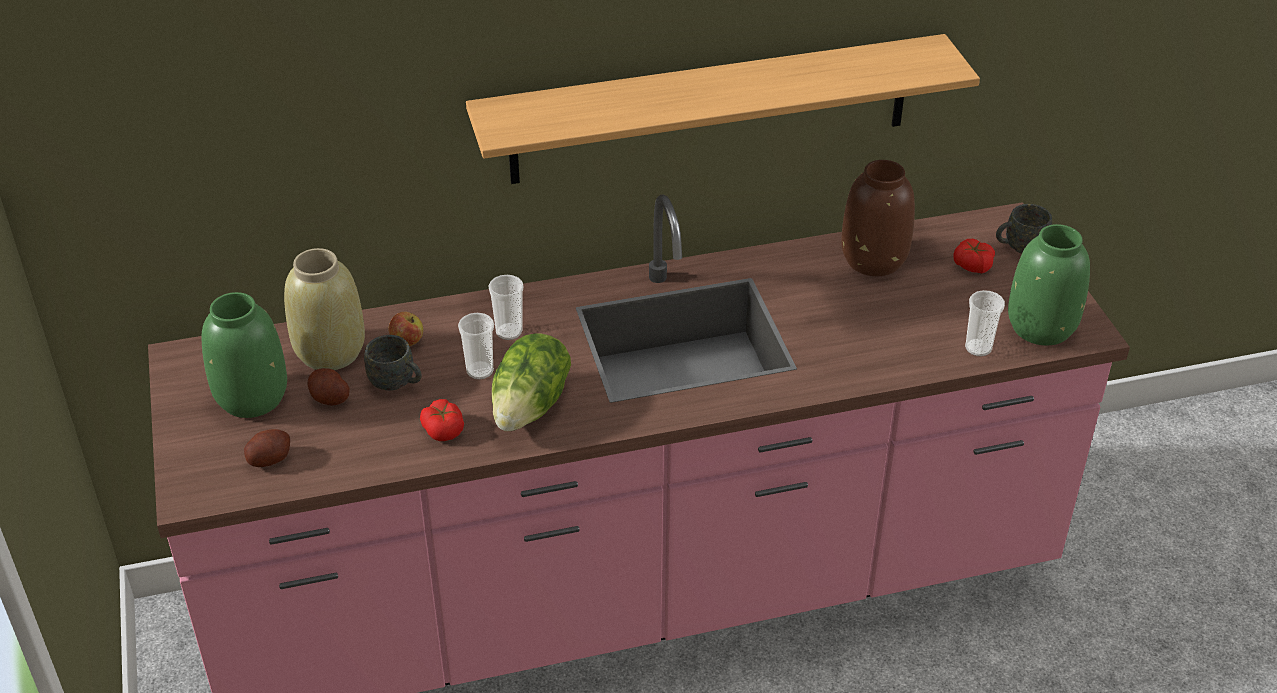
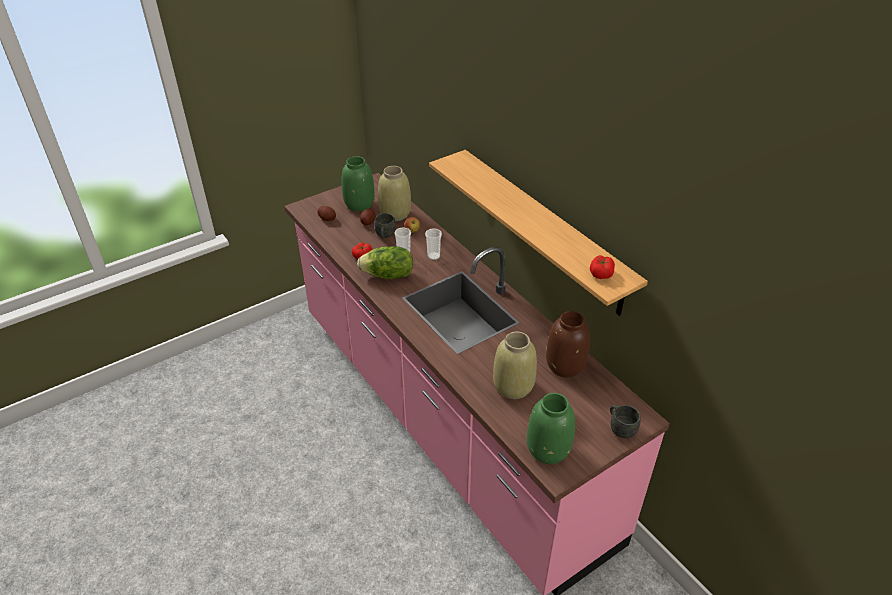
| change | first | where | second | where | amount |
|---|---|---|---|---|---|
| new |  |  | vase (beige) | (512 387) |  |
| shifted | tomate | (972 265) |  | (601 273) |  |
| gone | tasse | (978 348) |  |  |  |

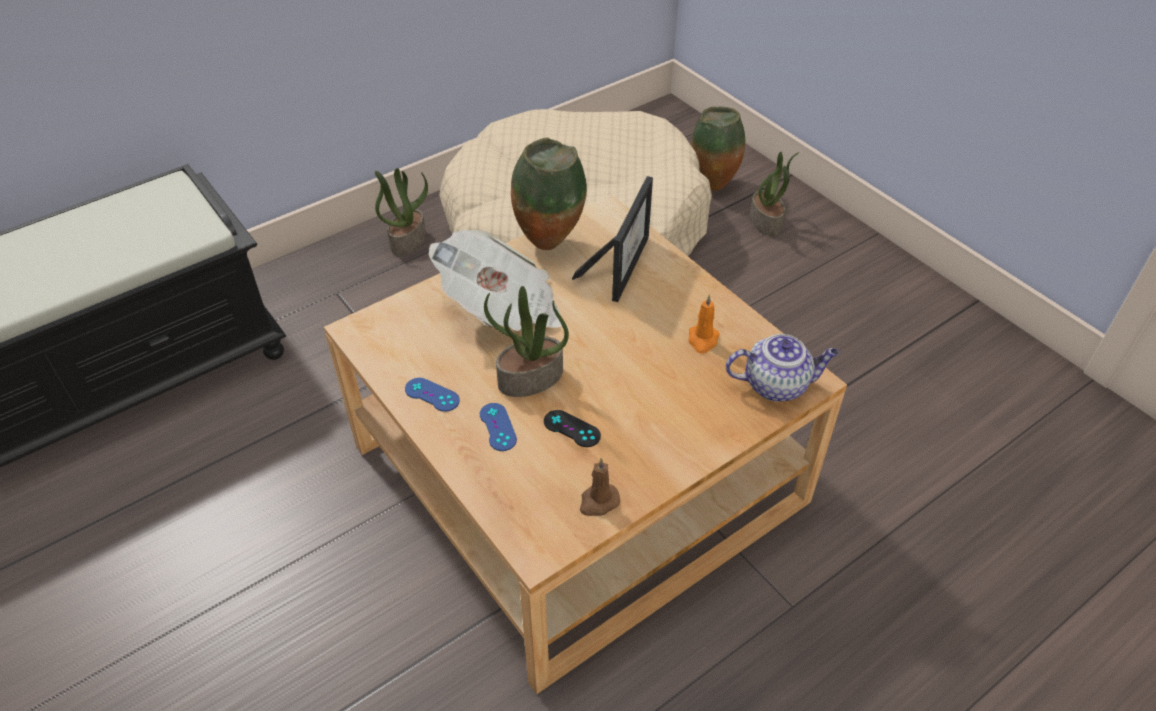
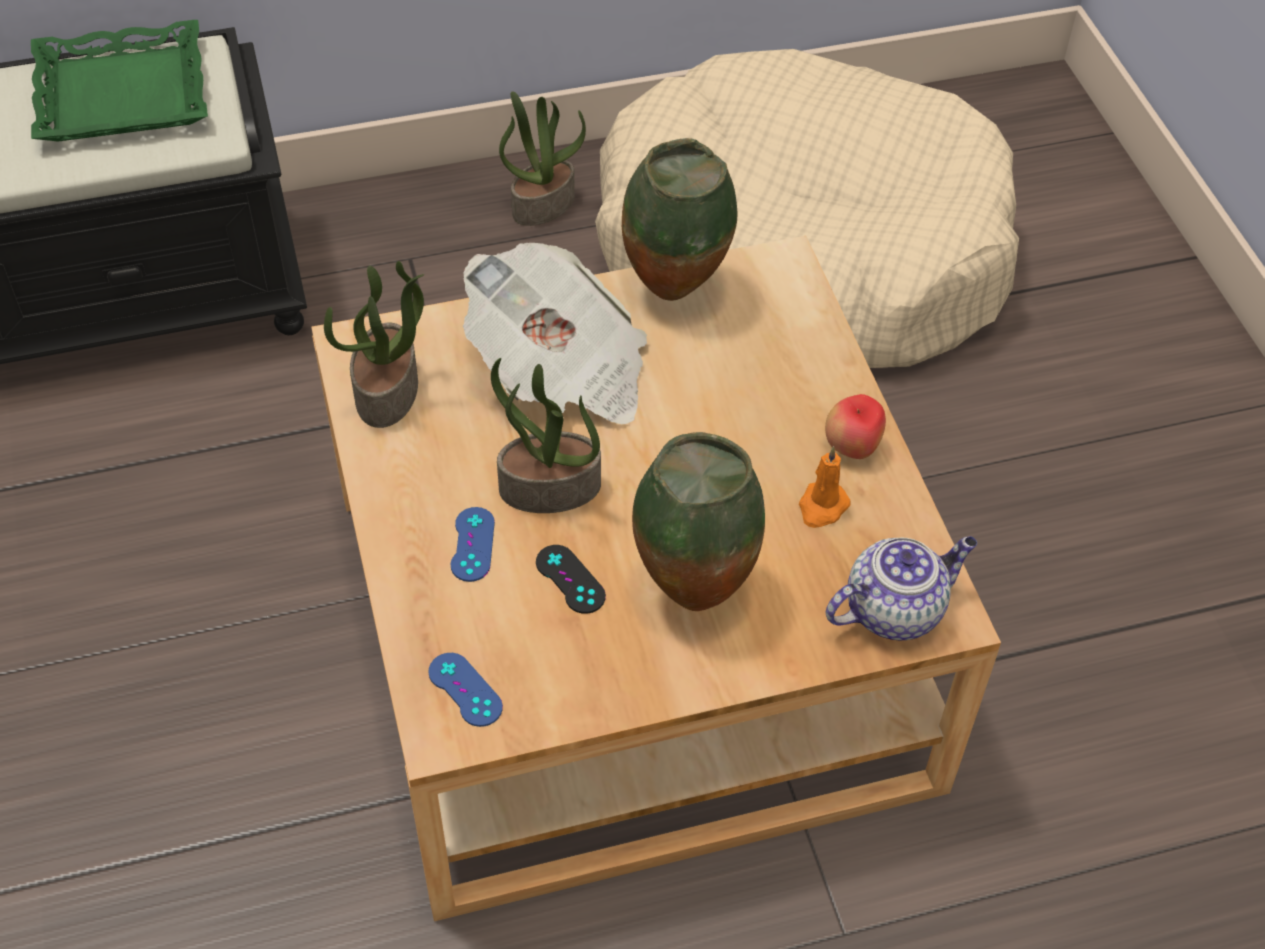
| change | first | where | second | where | amount |
|---|---|---|---|---|---|
| new |  |  | plateau (vert) | (122 93) |  |
| shifted | plante en pot | (766 222) |  | (388 392) |  |
| shifted | manette (bleu) | (432 395) |  | (465 690) |  |
| shifted | vase | (712 185) |  | (691 591) |  |
| new |  |  | pomme | (852 448) |  |
| rotated | théière | (777 384) |  | (895 609) | 45 degrees counterclockwise |
| gone | cadre photo | (621 264) |  |  |  |
| gone | bougie (marron) | (598 502) |  |  |  |

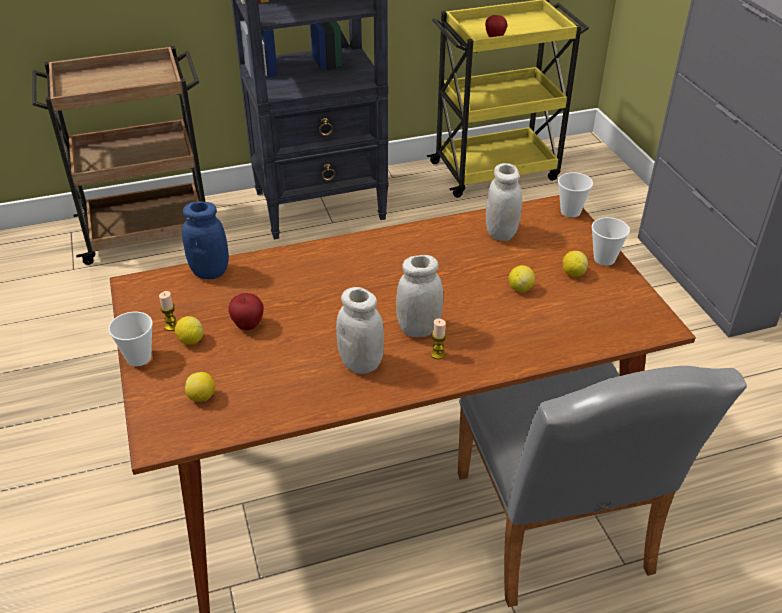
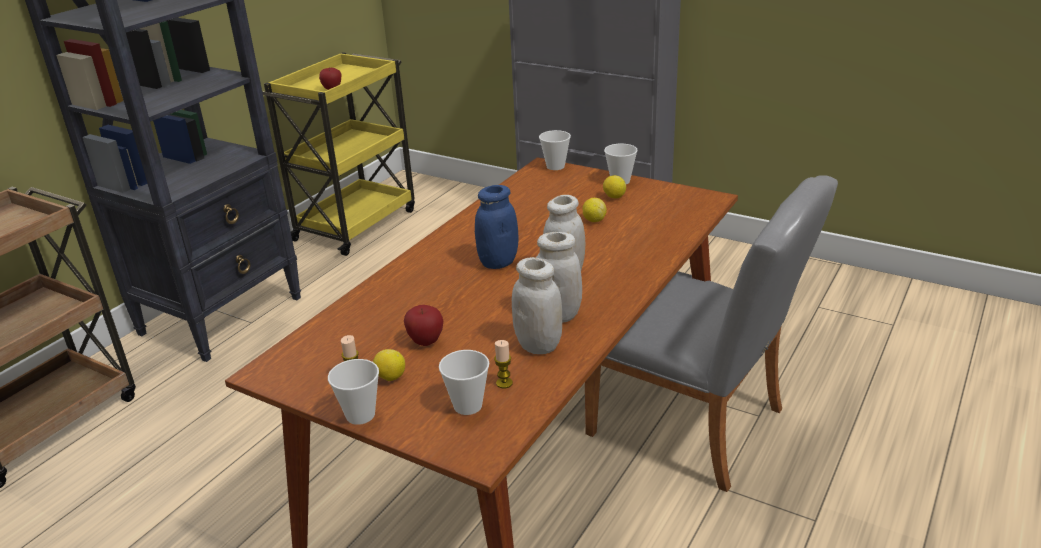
| change | first | where | second | where | amount |
|---|---|---|---|---|---|
| swapped | citron | (202 397) | tasse | (468 405) |  |
| shifted | bocal (bleu) | (210 272) |  | (498 262) |  |
| shifted | bougie | (438 354) |  | (504 383) |  |
| shifted | bocal (blanc) | (501 233) |  | (538 345) |  |

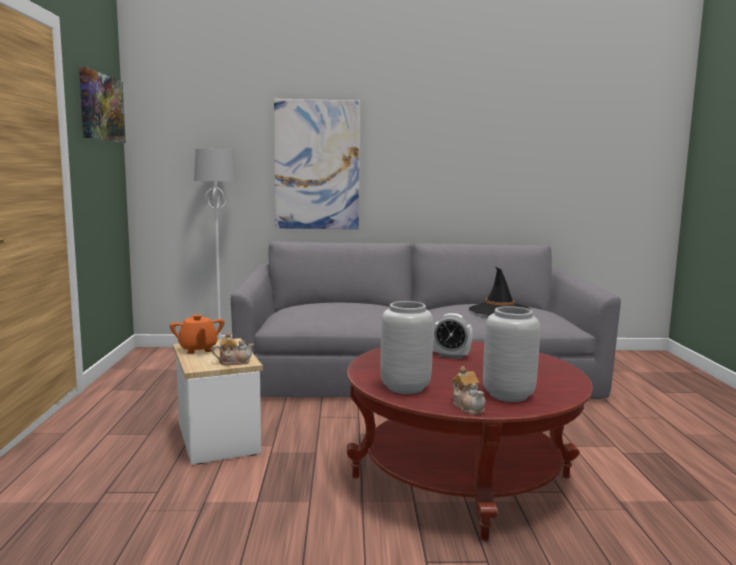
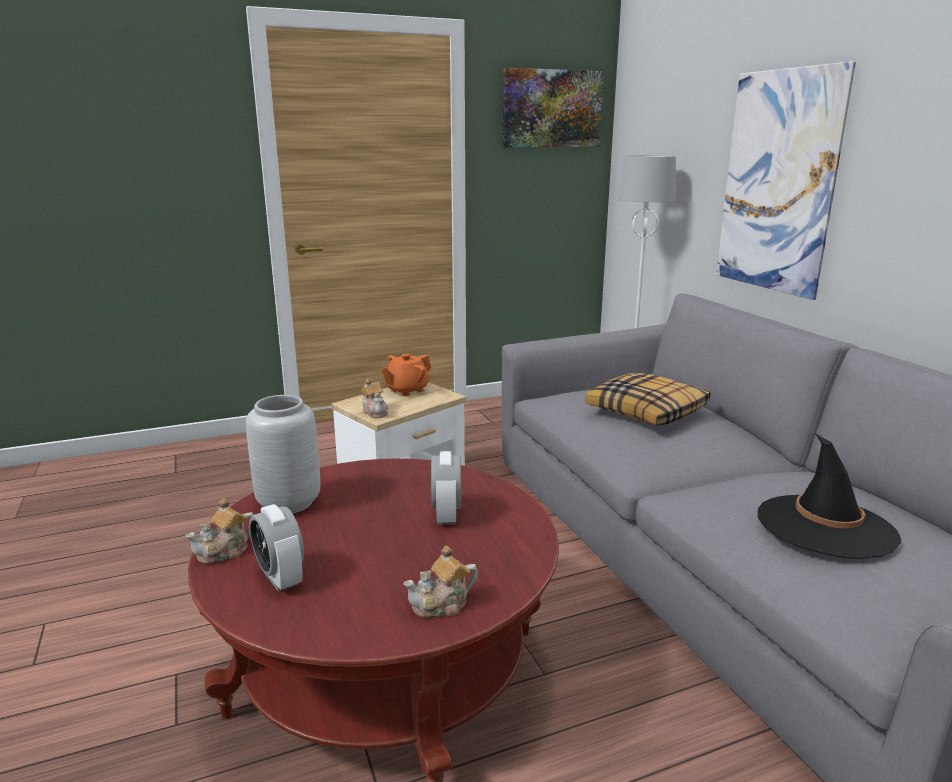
| change | first | where | second | where | amount |
|---|---|---|---|---|---|
| swapped | vase (gris) | (508 395) | réveil | (280 578) |  |
| new |  |  | théière | (442 605) |  |
| new |  |  | coussin | (647 412) |  |

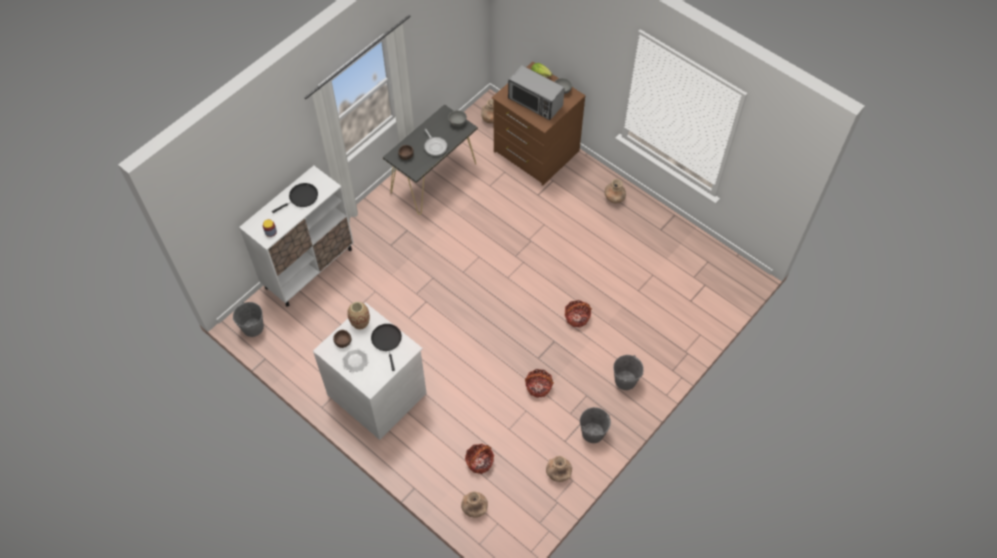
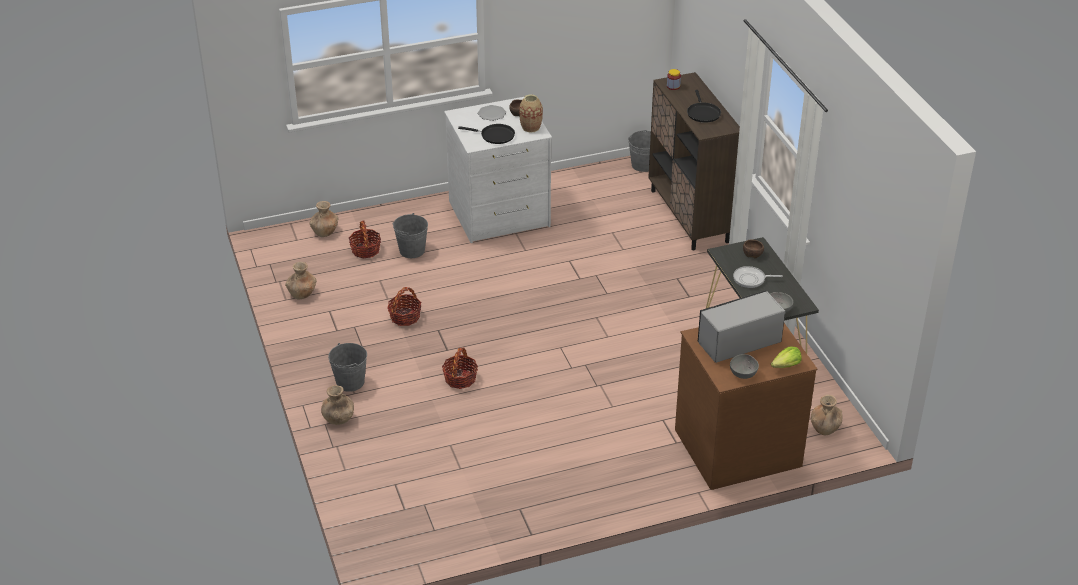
| change | first | where | second | where | amount |
|---|---|---|---|---|---|
| shifted | vase (marron) | (614 198) |  | (338 419) |  |
| shifted | seau (gris) | (593 433) |  | (412 250) |  |
| repainted | meuble de rangement (blanc) | (309 268) | meuble de rangement (marron) | (689 216) |  |

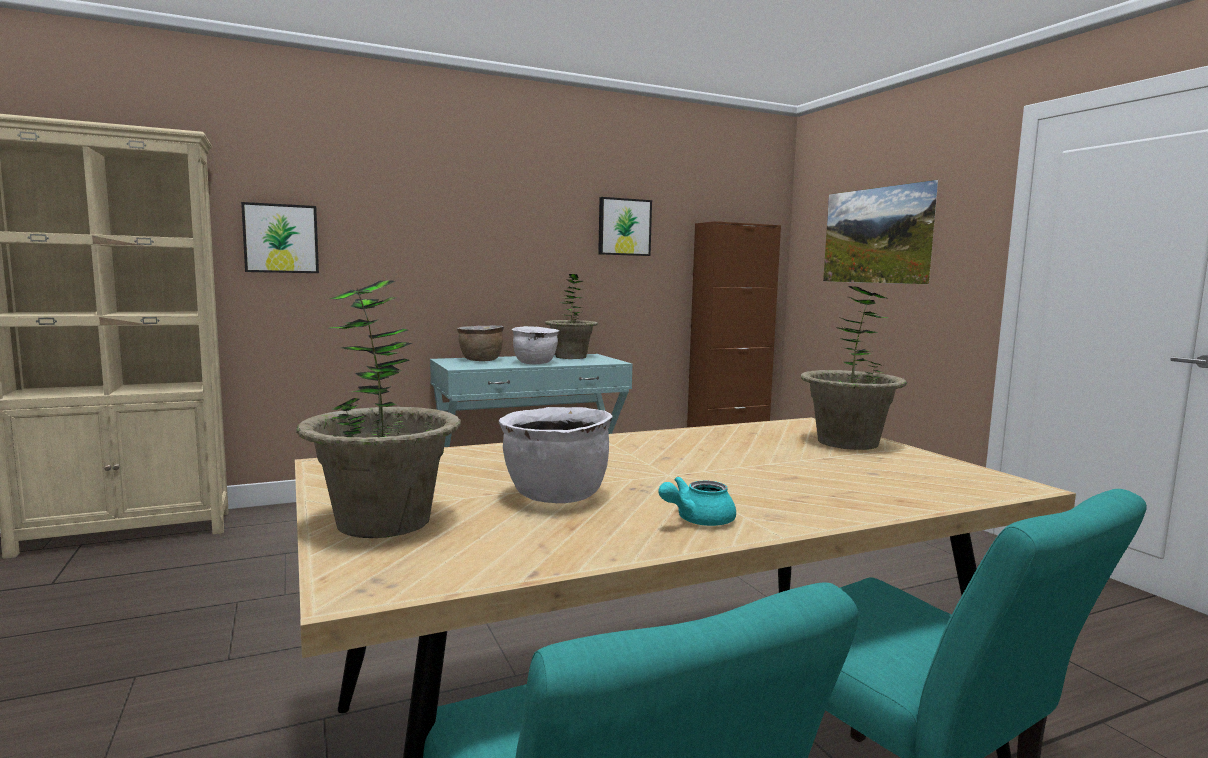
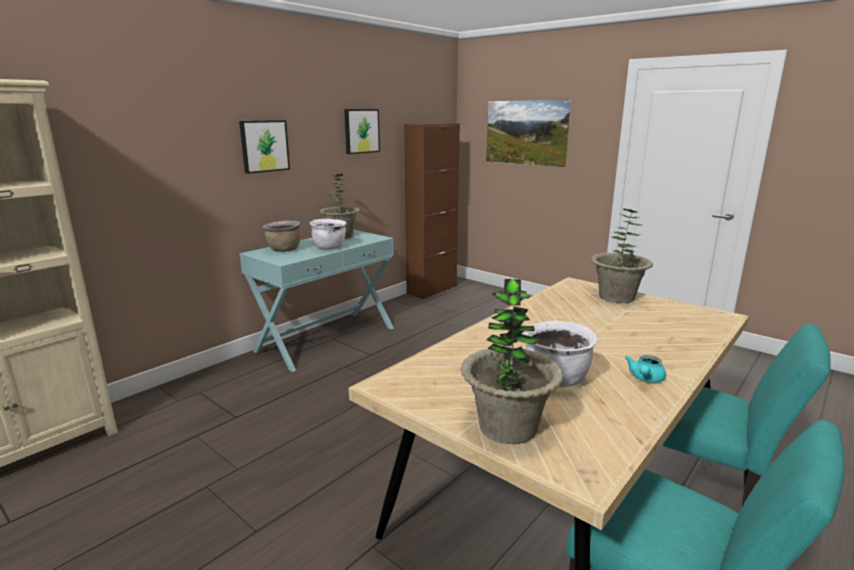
| change | first | where | second | where | amount |
|---|---|---|---|---|---|
| shifted | tableau | (281 238) |  | (264 146) |  |

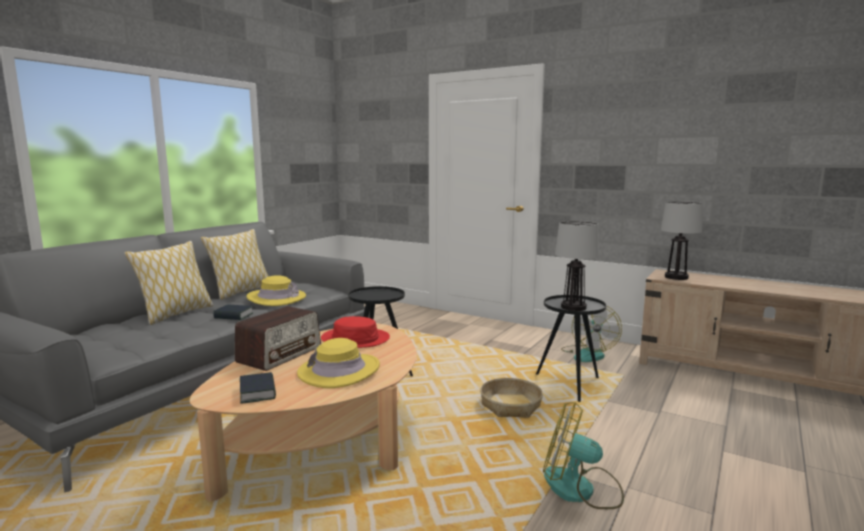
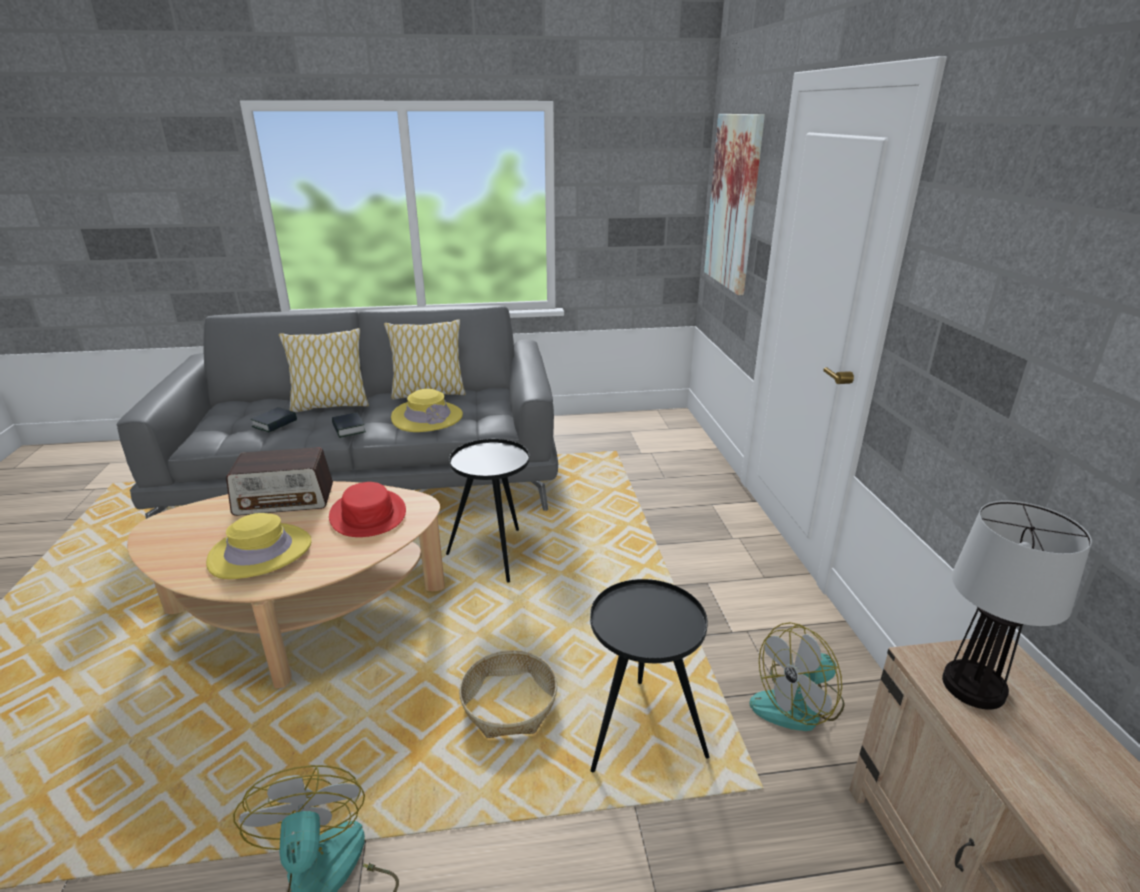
| change | first | where | second | where | amount |
|---|---|---|---|---|---|
| shifted | livre | (258 392) |  | (275 423) |  |
| new |  |  | tableau | (733 203) |  |
| gone | lampe de table | (574 307) |  |  |  |

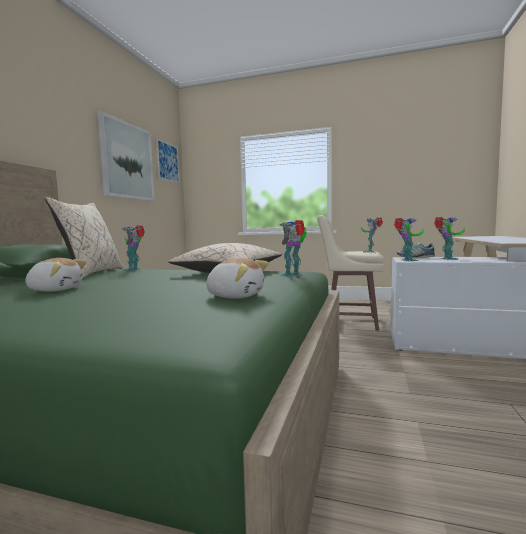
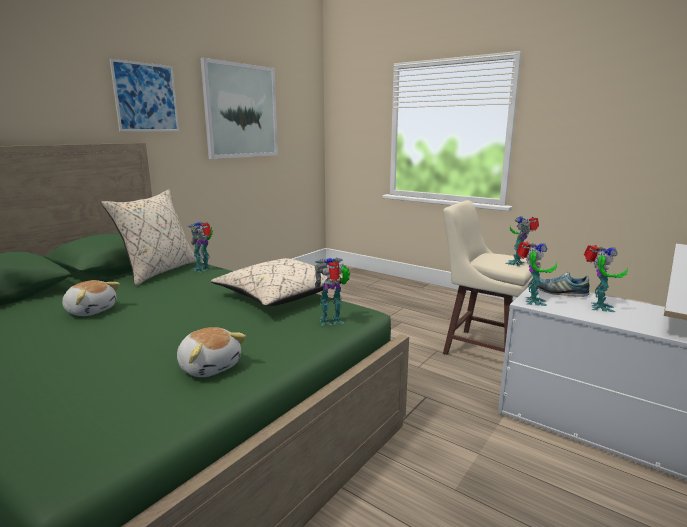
| change | first | where | second | where | amount |
|---|---|---|---|---|---|
| shifted | tableau | (168 162) |  | (146 97) |  |

